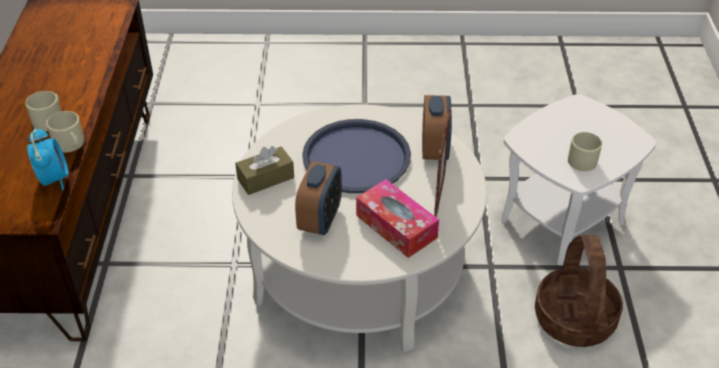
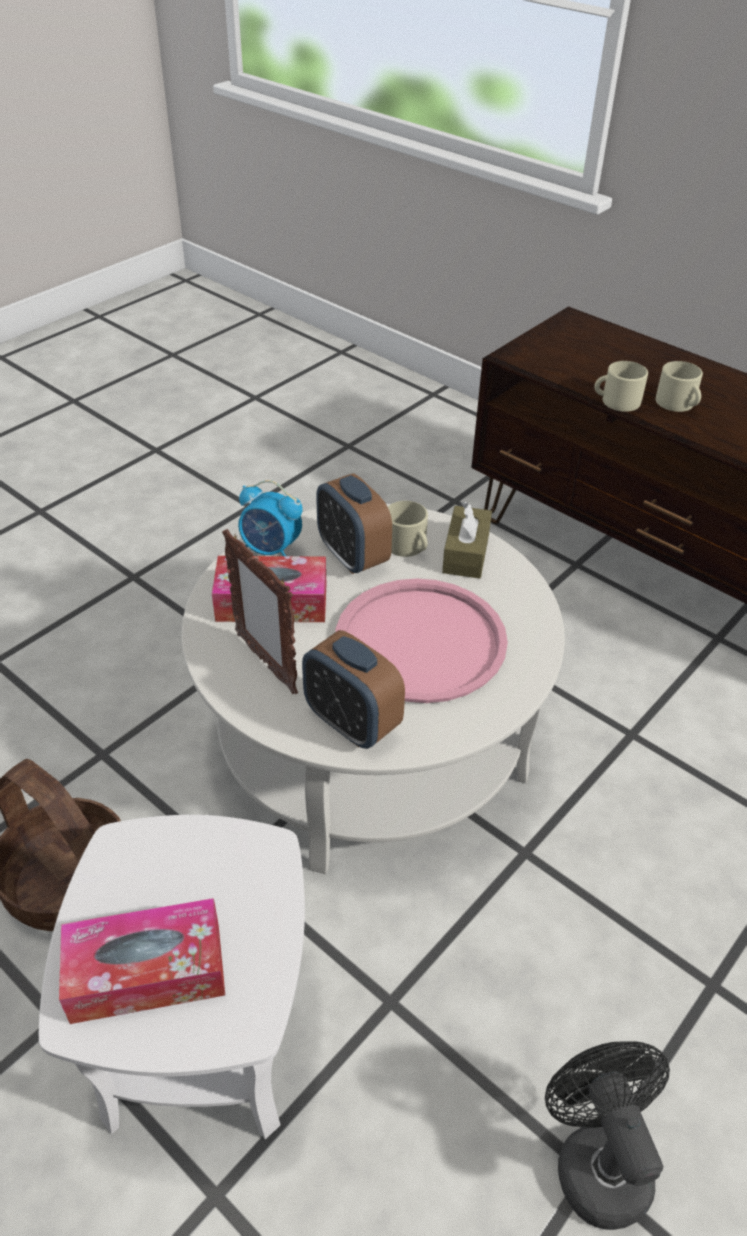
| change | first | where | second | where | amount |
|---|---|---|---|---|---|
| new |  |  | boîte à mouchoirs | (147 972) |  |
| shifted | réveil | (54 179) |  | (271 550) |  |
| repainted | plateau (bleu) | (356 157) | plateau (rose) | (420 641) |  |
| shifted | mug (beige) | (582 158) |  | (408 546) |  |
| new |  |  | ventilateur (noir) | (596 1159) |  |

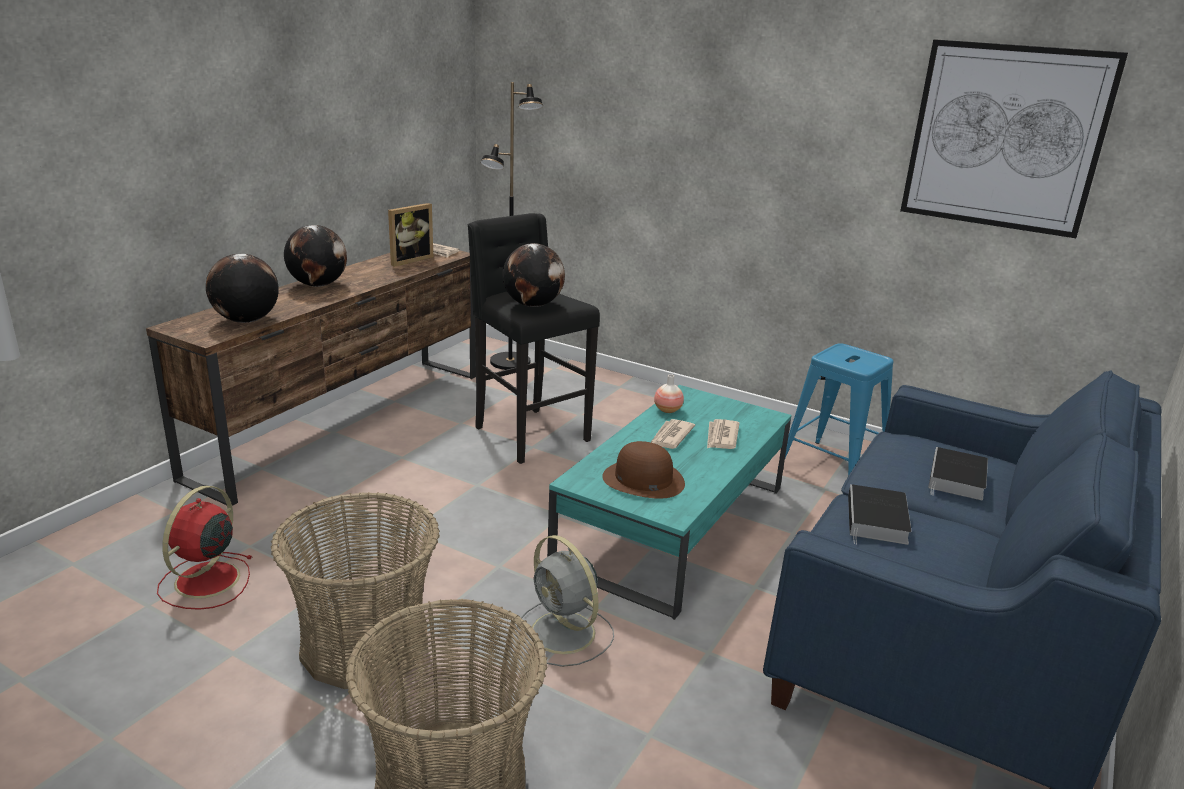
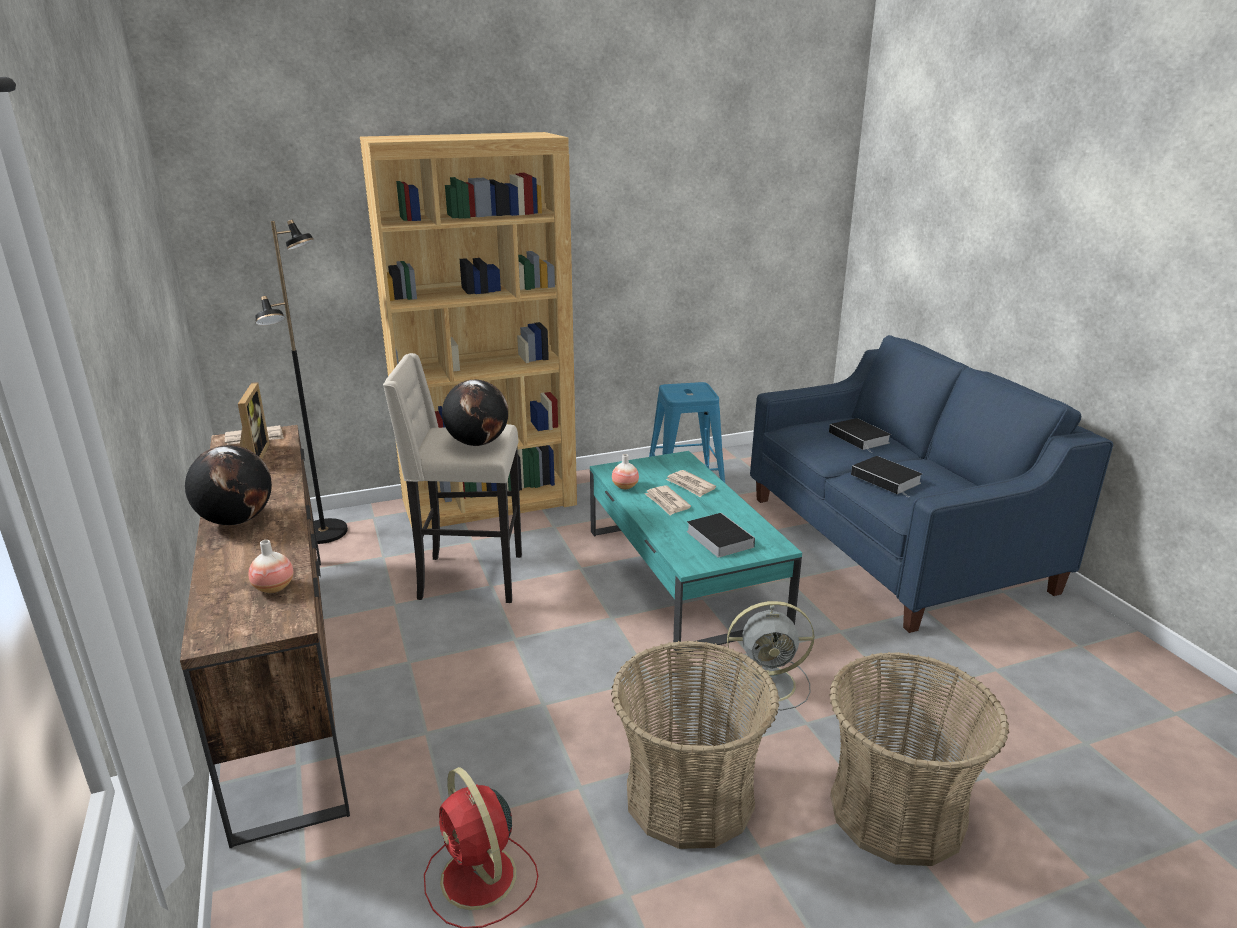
| change | first | where | second | where | amount |
|---|---|---|---|---|---|
| swapped | globe | (246 320) | vase | (274 588) |  |
| new |  |  | bibliothèque (marron) | (490 502) |  |
| repainted | tabouret (noir) | (528 434) | tabouret (beige) | (468 578) |  |
| swapped | chapeau (marron) | (643 480) | livre | (717 538) |  |
| gone | tableau | (1005 138) |  |  |  |

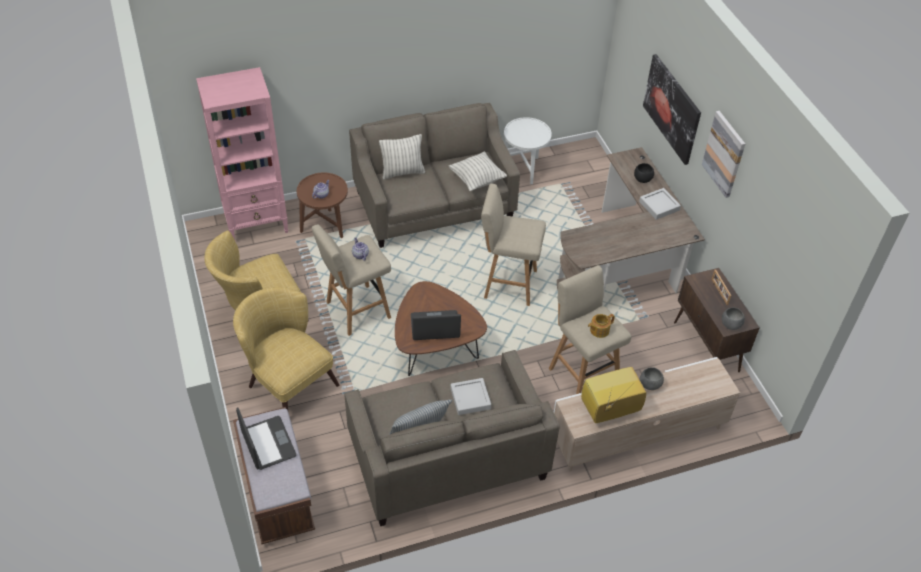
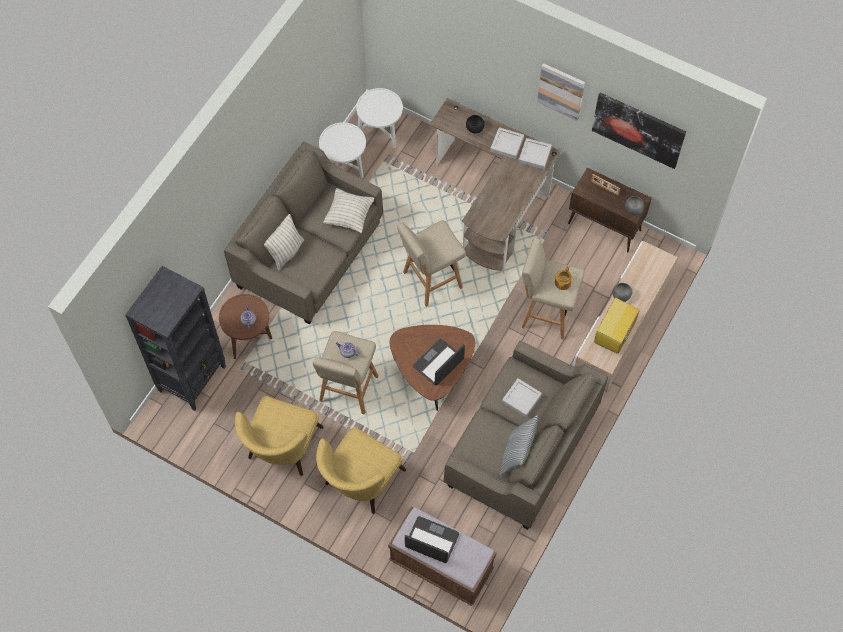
| change | first | where | second | where | amount |
|---|---|---|---|---|---|
| repainted | bibliothèque (rose) | (257 224) | bibliothèque (noir) | (193 378) |  |
| rotated | fauteuil (jaune) | (287 380) |  | (359 483) | 60 degrees counterclockwise |
| new |  |  | table d'appoint (blanc) | (380 134) |  |
| new |  |  | plateau (gris) | (534 155) |  |
| shifted | tableau | (672 108) |  | (638 129) |  |

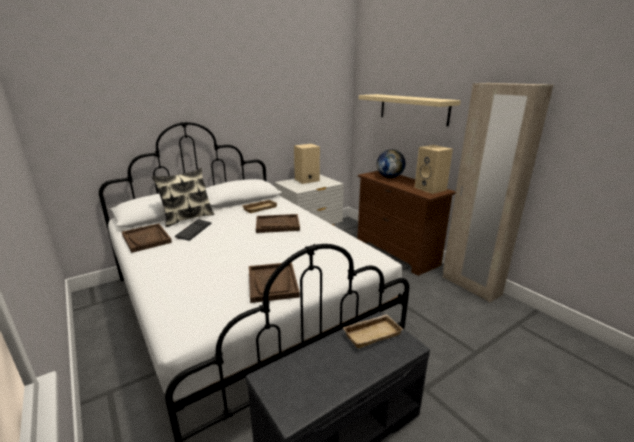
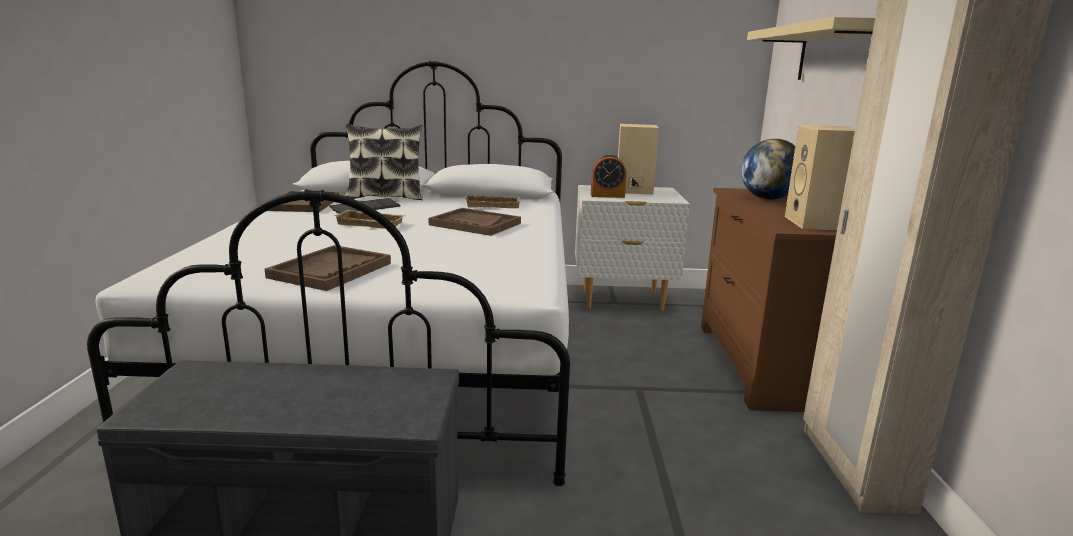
| change | first | where | second | where | amount |
|---|---|---|---|---|---|
| shifted | plateau (beige) | (372 333) |  | (372 223) |  |
| new |  |  | réveil | (607 195) |  |

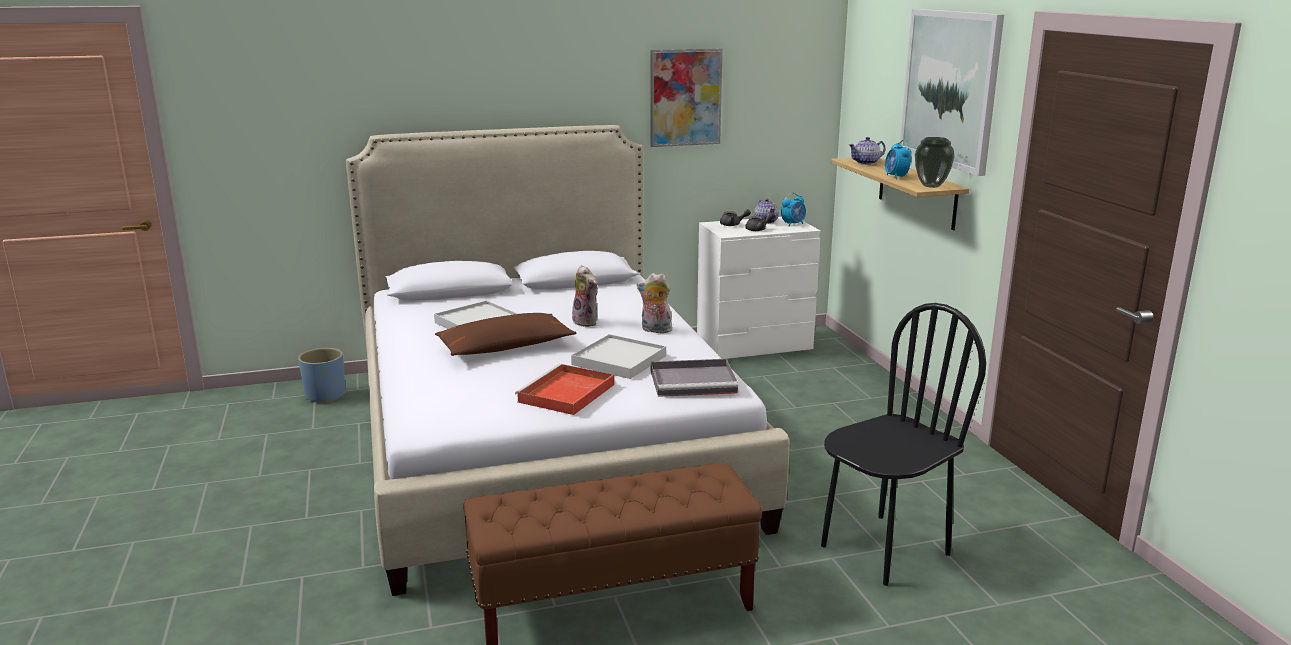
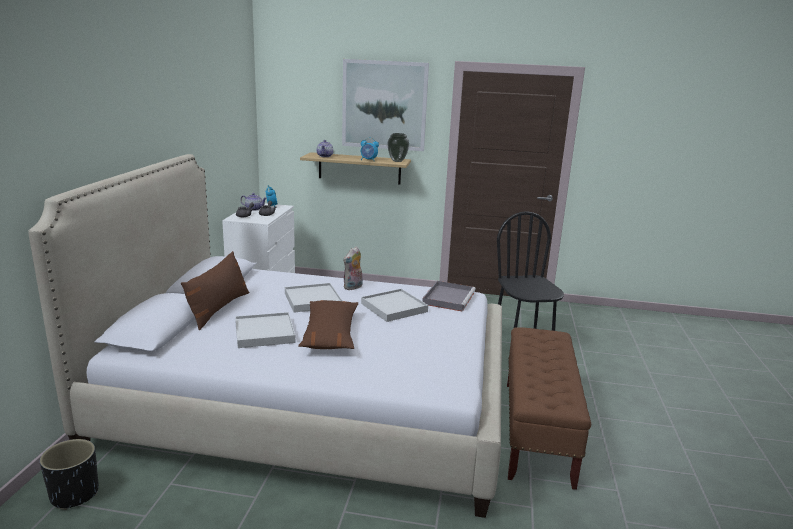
| change | first | where | second | where | amount |
|---|---|---|---|---|---|
| repainted | cache-pot (bleu) | (326 395) | cache-pot (noir) | (75 494) |  |
| new |  |  | coussin (marron) | (218 309) |  |
| swapped | peluche | (587 322) | plateau (blanc) | (312 300) |  |
| gone | plateau (rouge) | (566 394) |  |  |  |
| gone | tableau | (685 97) |  |  |  |

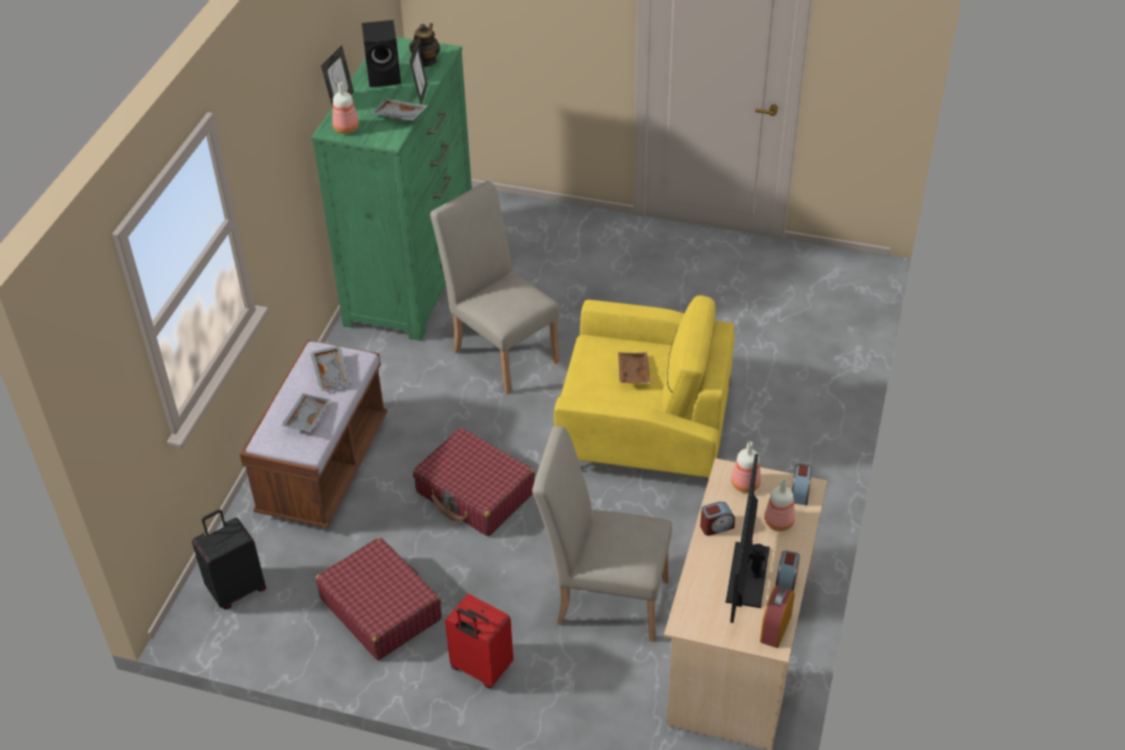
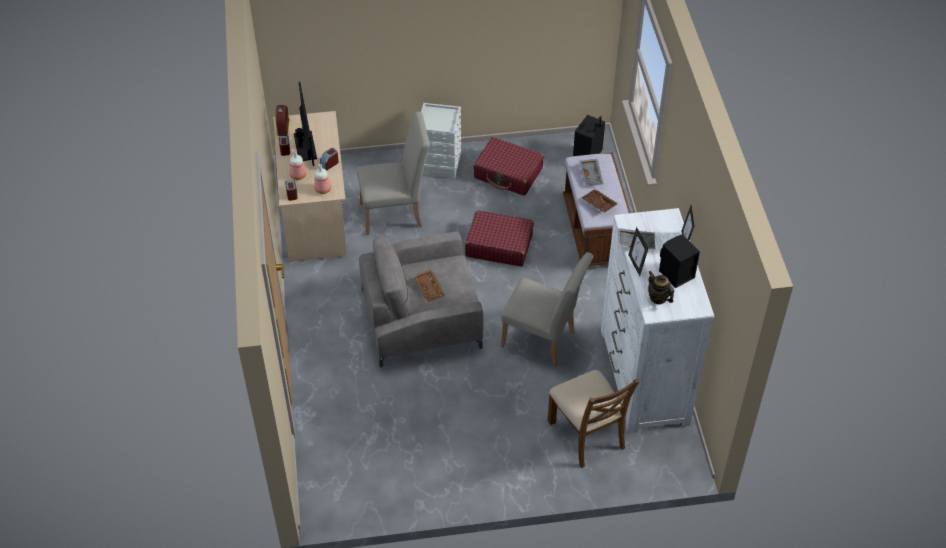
| change | first | where | second | where | amount |
|---|---|---|---|---|---|
| repainted | fauteuil (jaune) | (644 427) | fauteuil (gris) | (421 318) |  |
| swapped | valise (rouge) | (480 669) | boîte de rangement (gris) | (440 164) |  |
| new |  |  | chaise (marron) | (587 434) |  |
| repainted | plateau (gris) | (332 373) | plateau (marron) | (598 204) |  |
| repainted | commode (vert) | (412 279) | commode (blanc) | (643 377) |  |
| rotated | théière | (425 61) |  | (658 298) | 150 degrees clockwise |
| gone | bouteille | (345 129) |  |  |  |

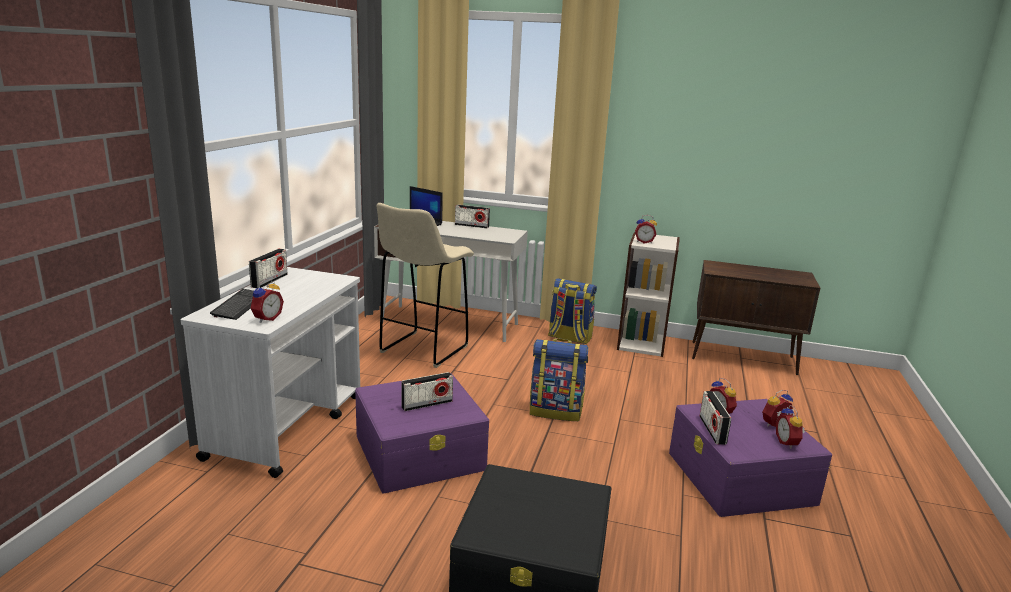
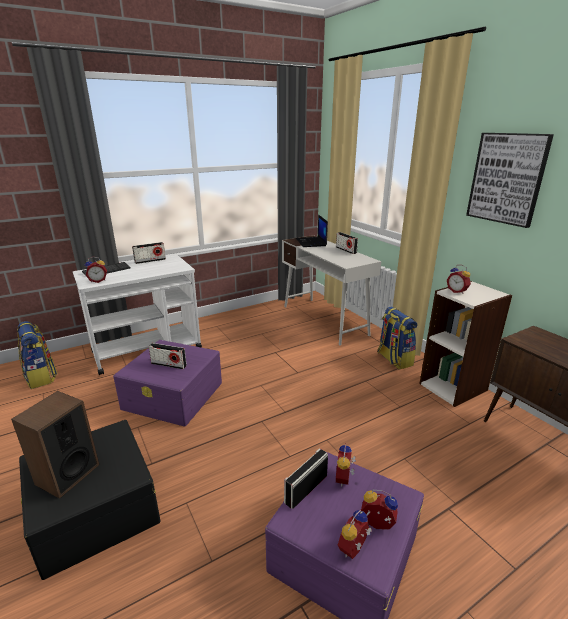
| change | first | where | second | where | amount |
|---|---|---|---|---|---|
| new |  |  | enceinte | (67 474) |  |
| shifted | sac à dos | (556 411) |  | (41 377) |  |
| new |  |  | tableau | (507 178) |  |
| gone | tabouret (beige) | (422 350) |  |  |  |

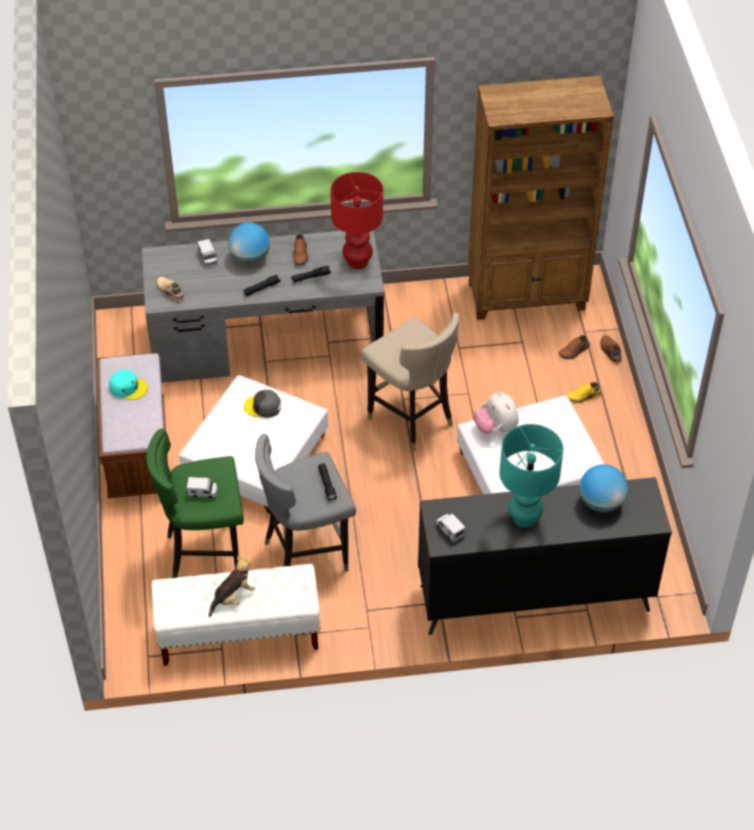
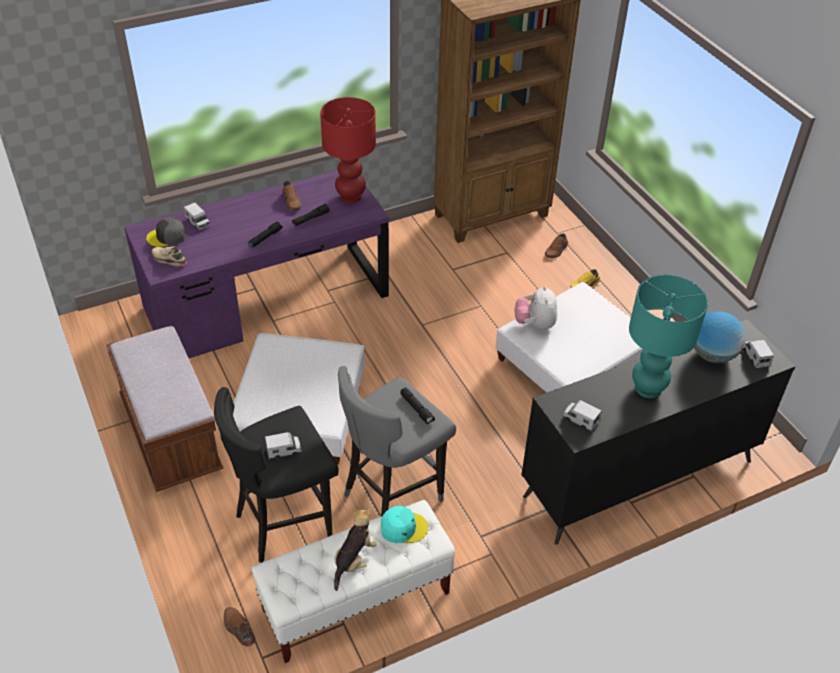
| change | first | where | second | where | amount |
|---|---|---|---|---|---|
| repainted | bureau (gris) | (266 341) | bureau (violet) | (267 302) |  |
| shifted | casquette (gris) | (263 407) |  | (167 237) |  |
| repainted | tabouret (vert) | (205 553) | tabouret (noir) | (284 522) |  |
| shifted | chaussure (marron) | (610 351) |  | (238 629) |  |
| shifted | casquette (turquoise) | (128 387) |  | (403 527) |  |
| rotated | peluche | (495 428) |  | (535 324) | 45 degrees clockwise |
| new |  |  | camion jouet | (755 357) |  |
| gone | globe | (250 258) |  |  |  |
| gone | tabouret (beige) | (410 419) |  |  |  |

